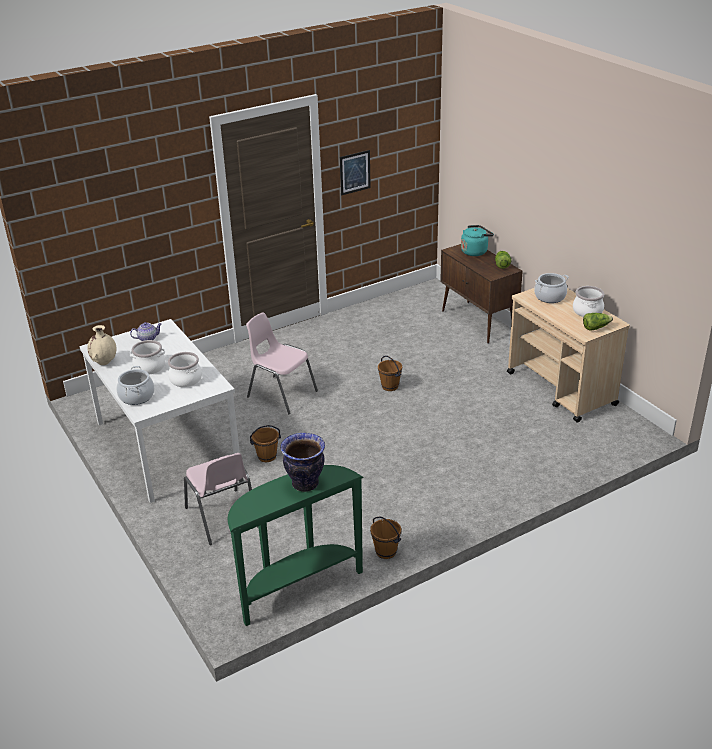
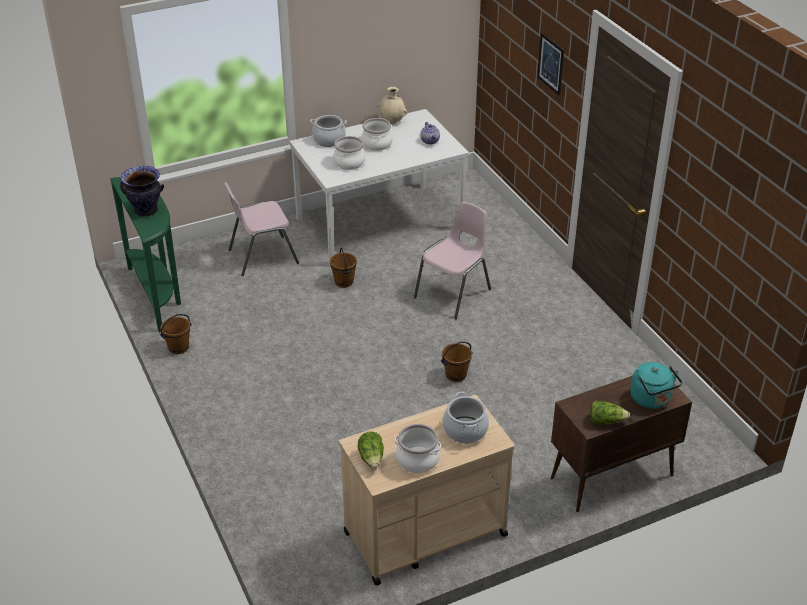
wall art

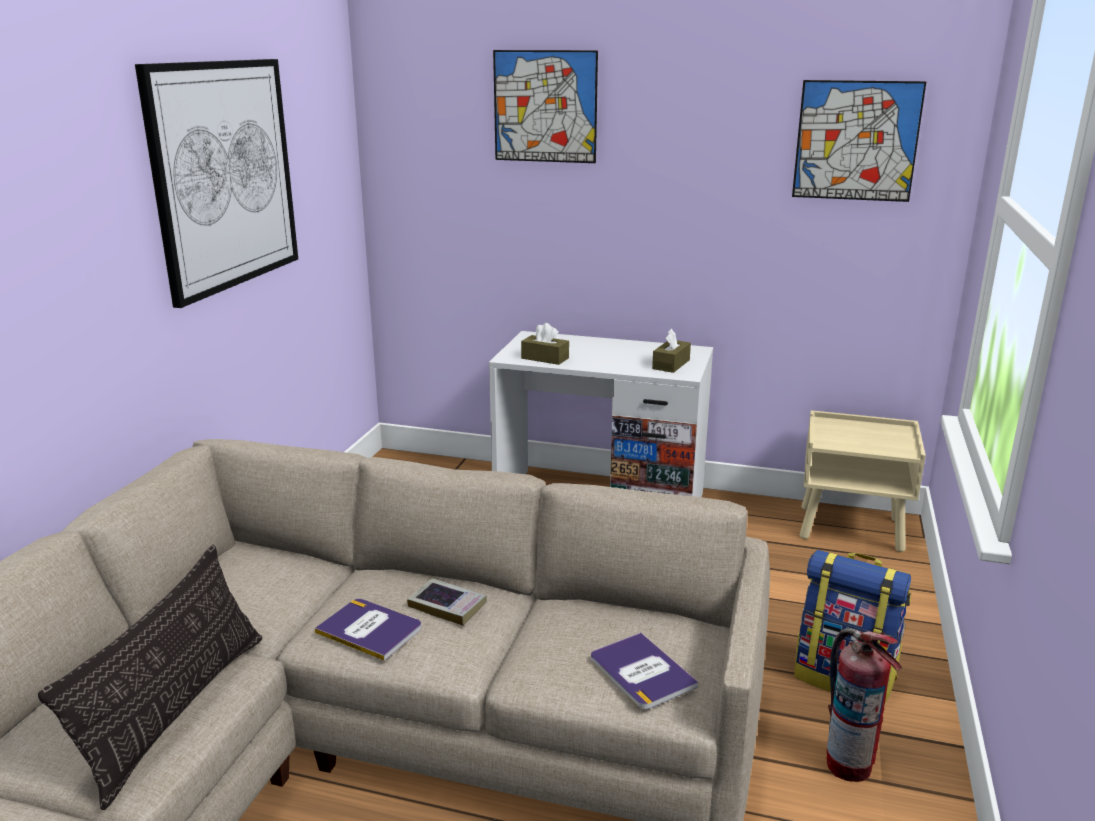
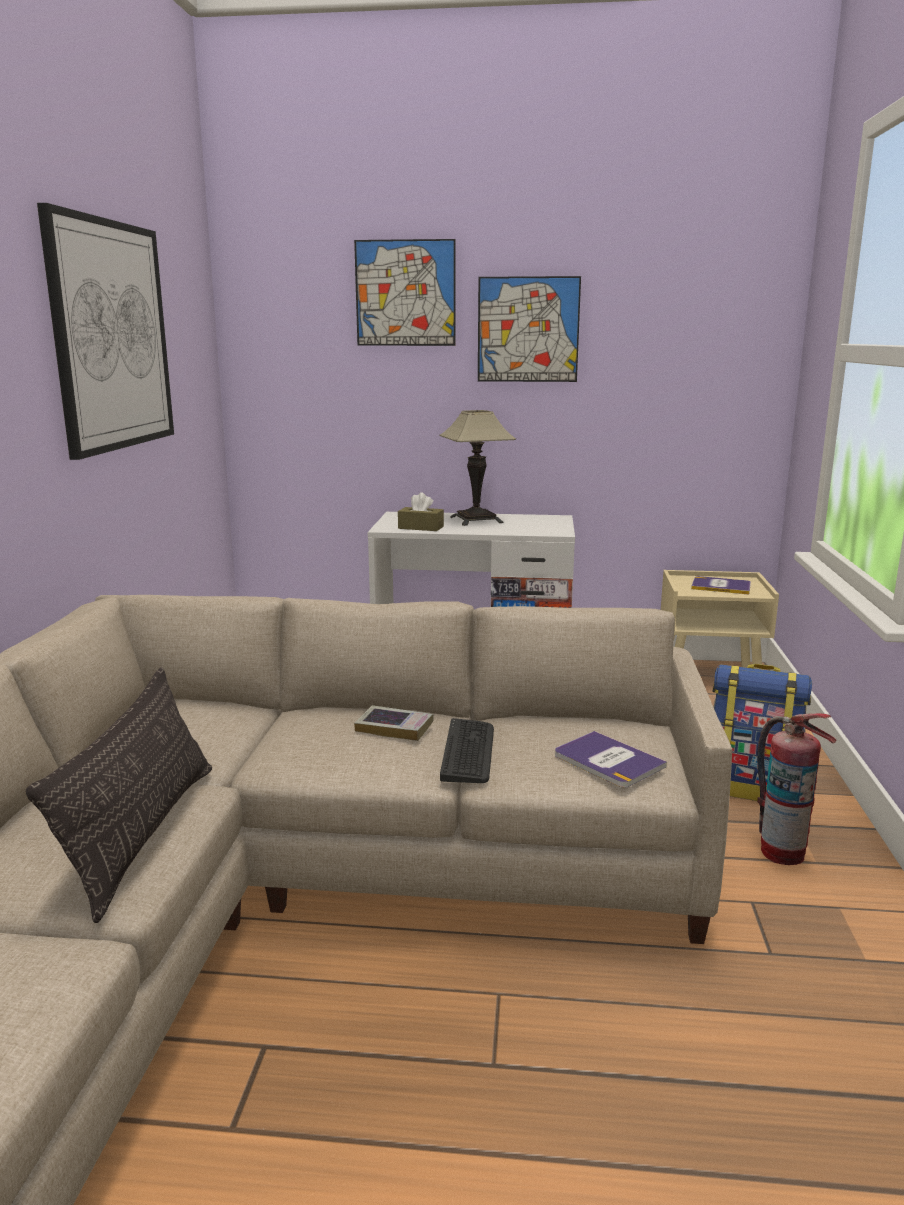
table lamp
PC keyboard
wall art (3rd from left)
bound book (3rd from left)
tissue box/brown-coloured (2nd from left in the first image)

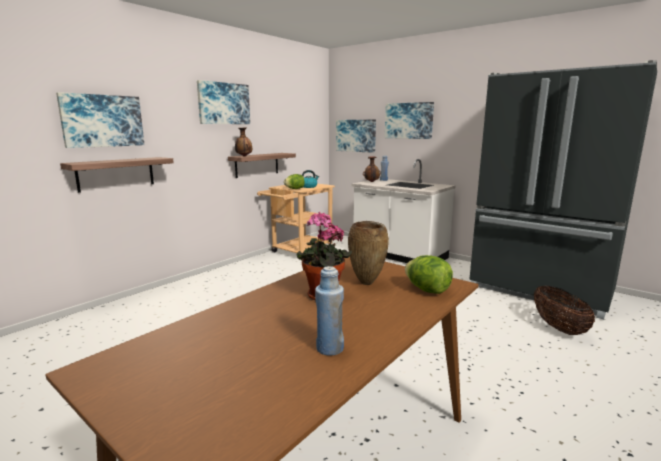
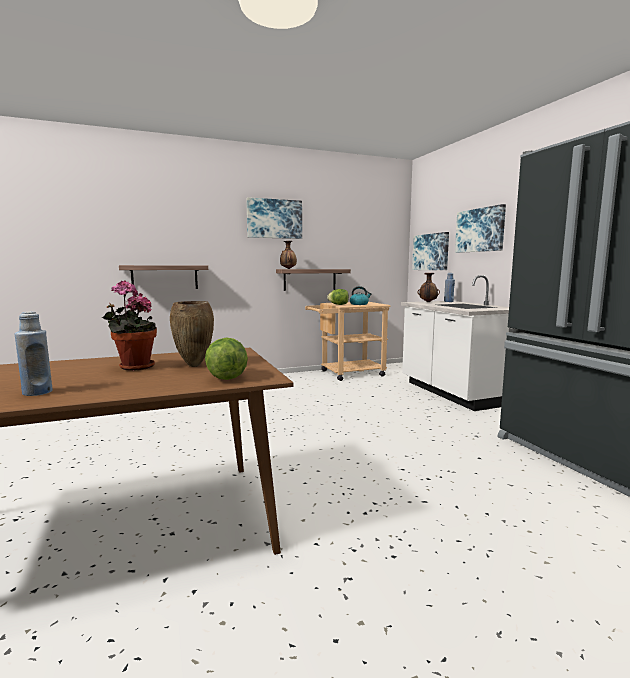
wall art (1st from left in the first image)
household basket

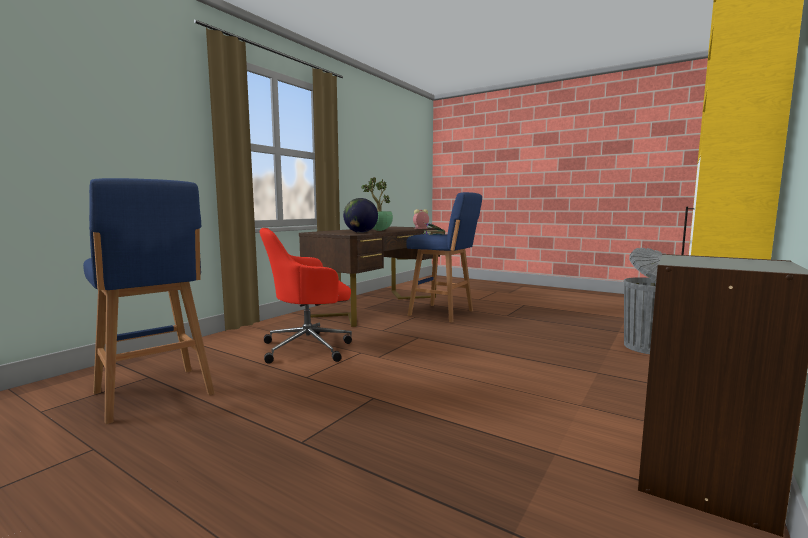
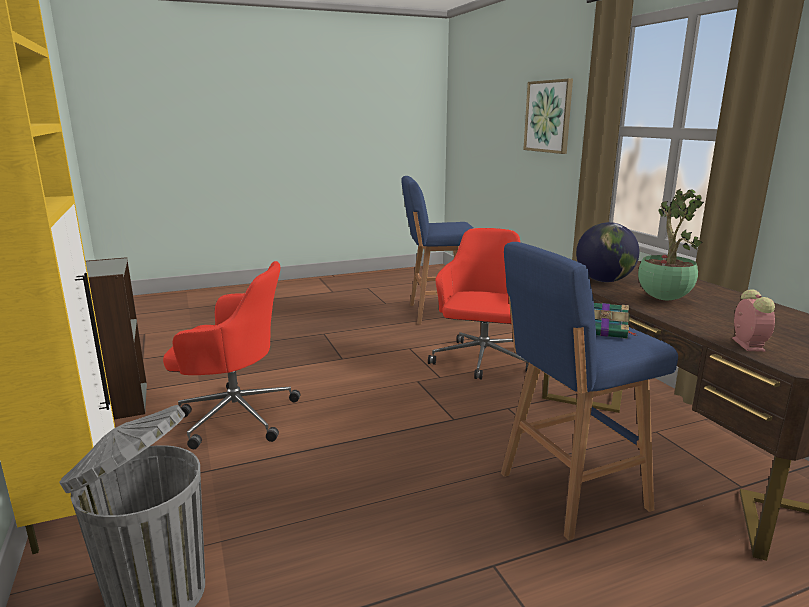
office chair/red (1st from left)
wall art

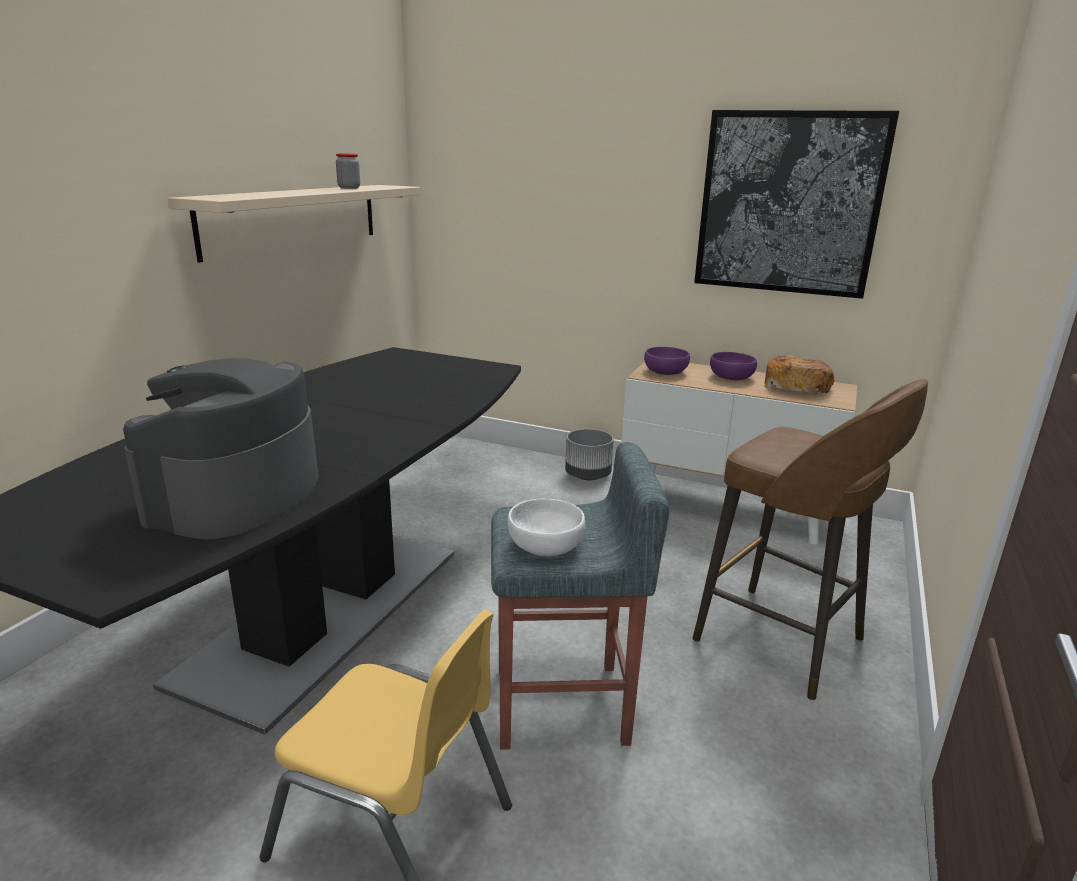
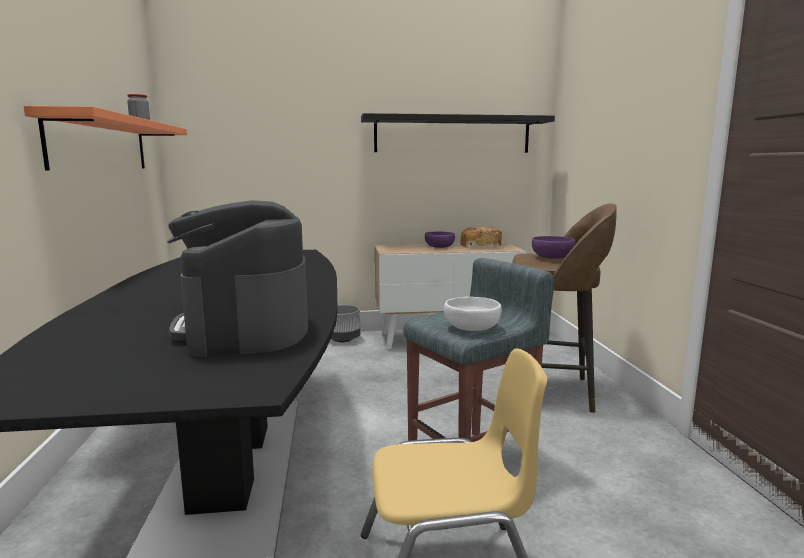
shelf/orange
shelf/blackish
serving bowl/purplish (2nd from left)

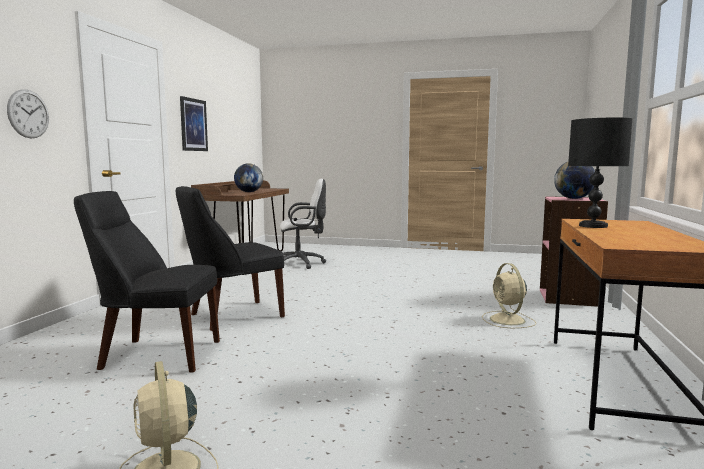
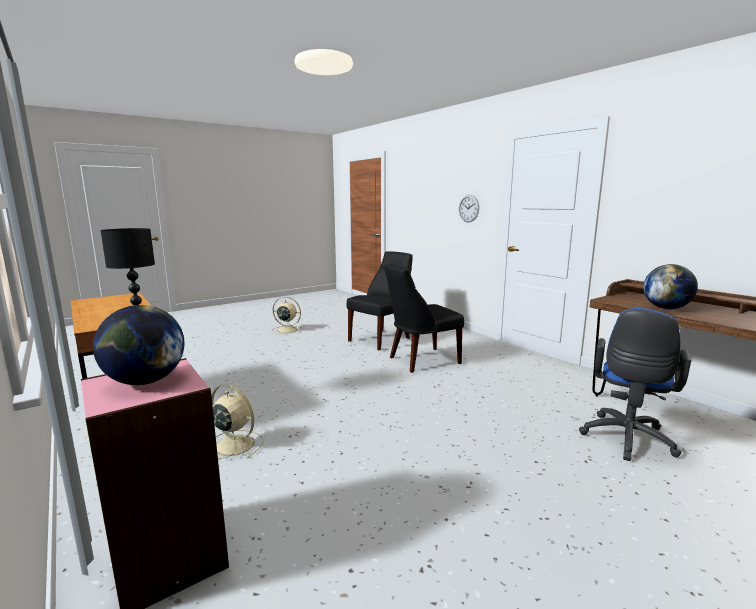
plain chair/blackish (2nd from left)
office chair/blue
wall art

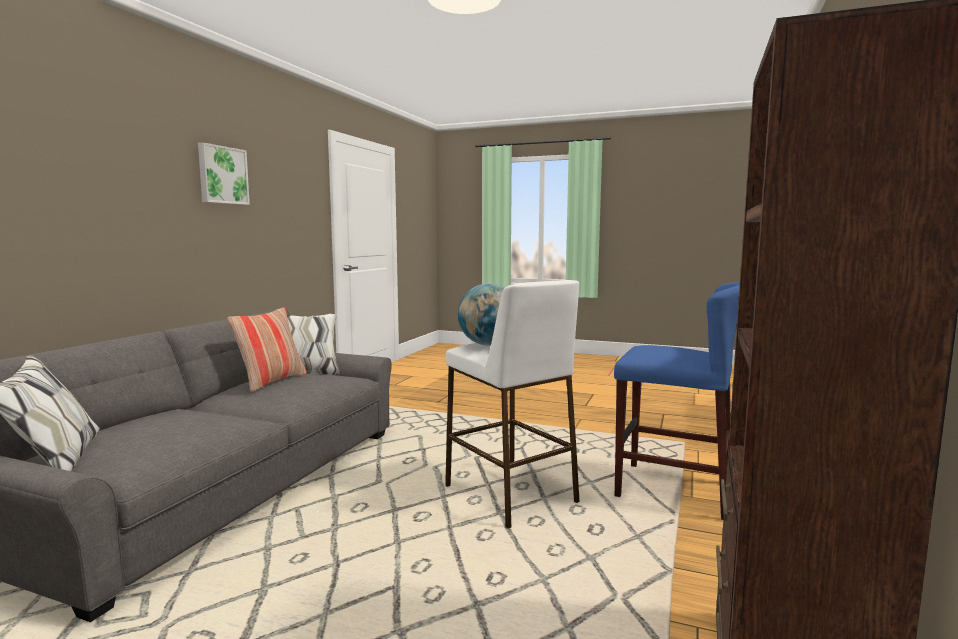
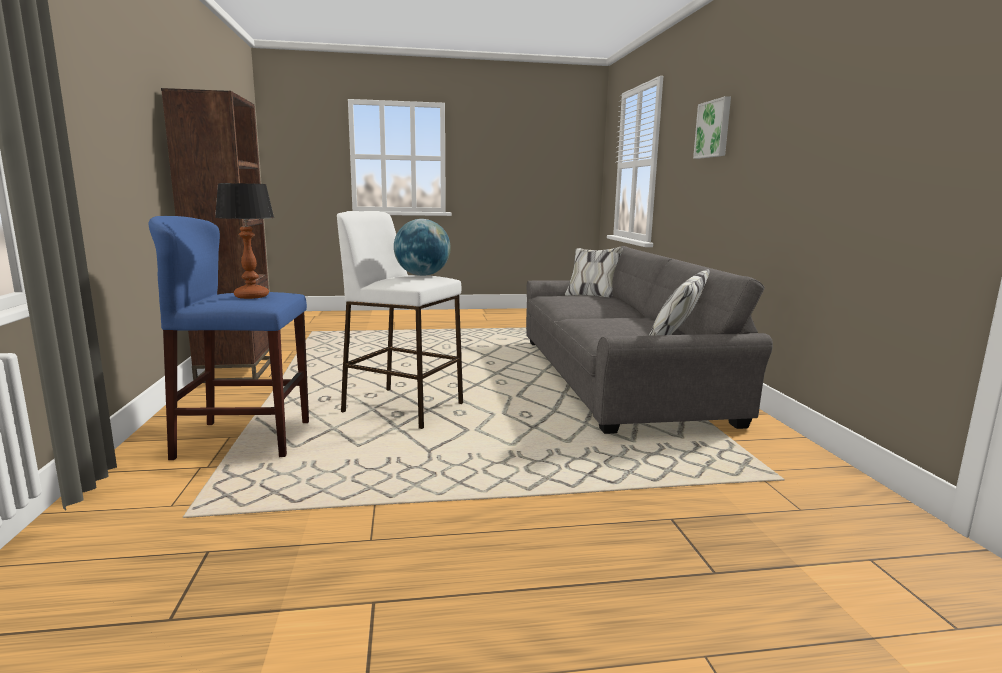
table lamp
wall art
throw pillow

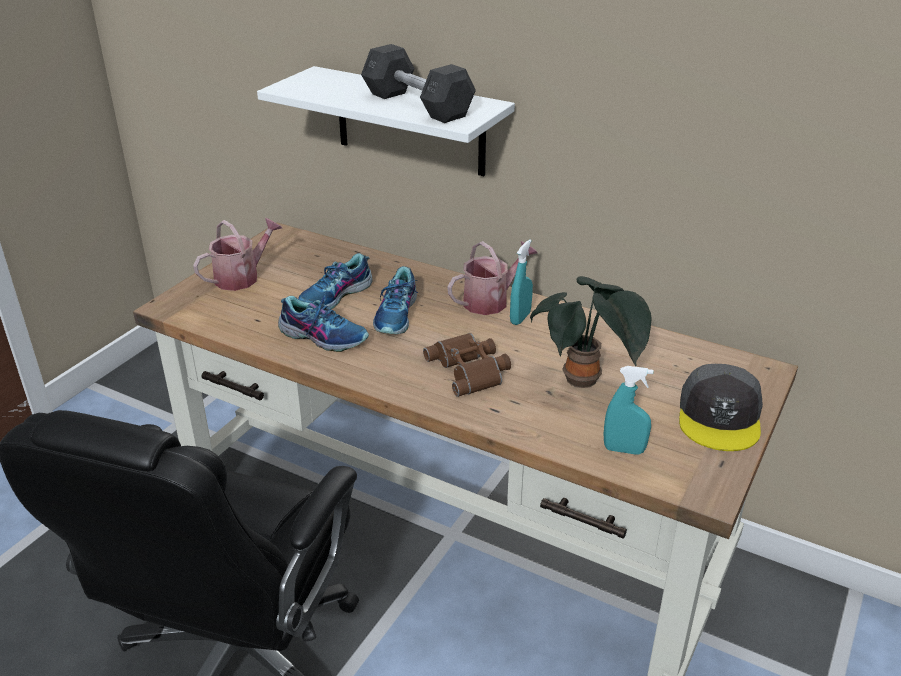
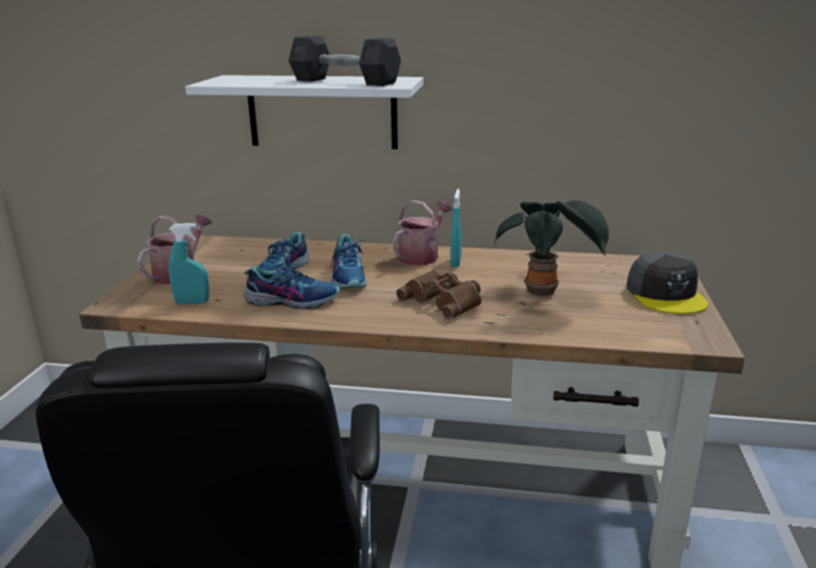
hand sprayer/blue-green (1st from left)

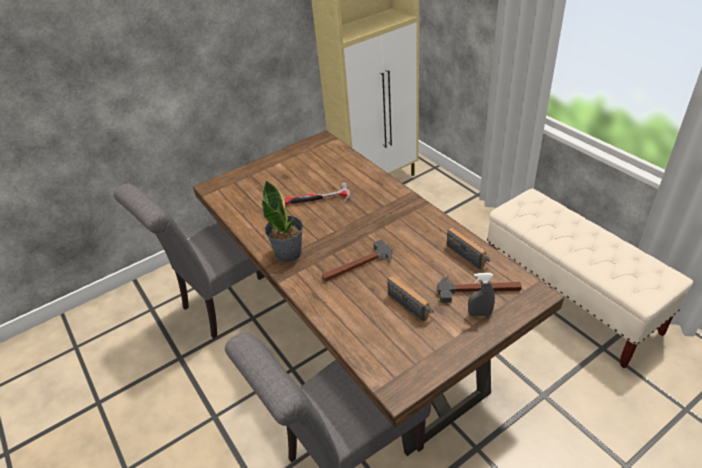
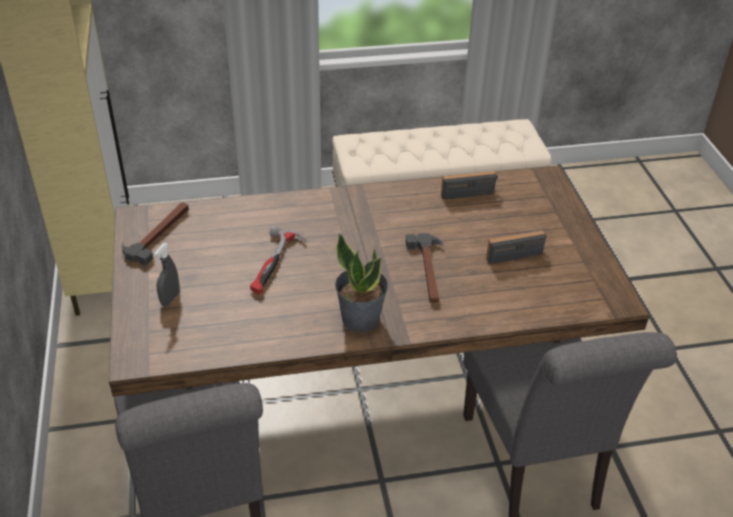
hand hammer (1st from left)
hand sprayer/grey

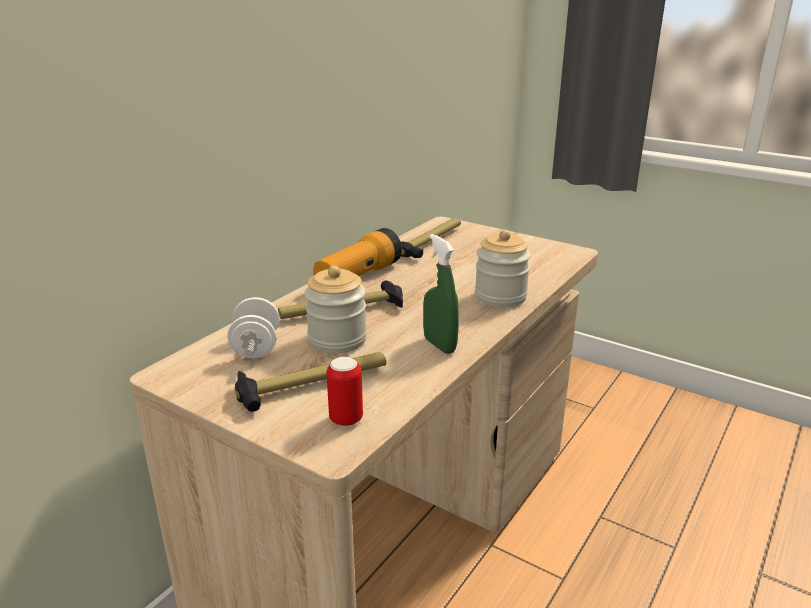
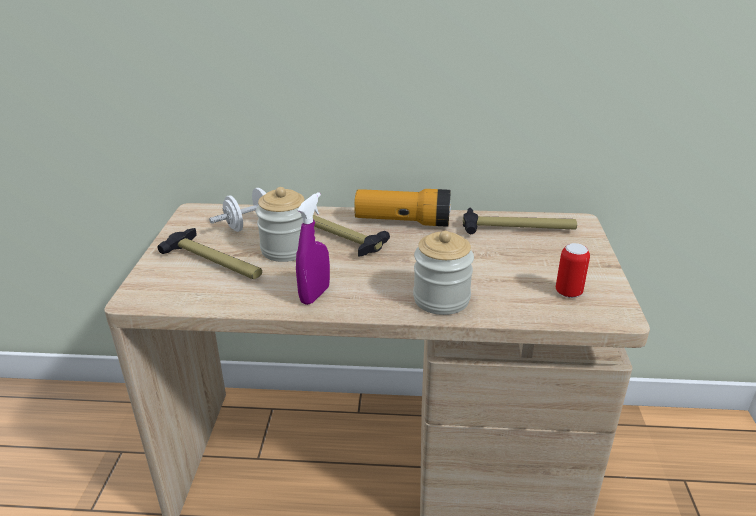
hand sprayer/purplish
can

